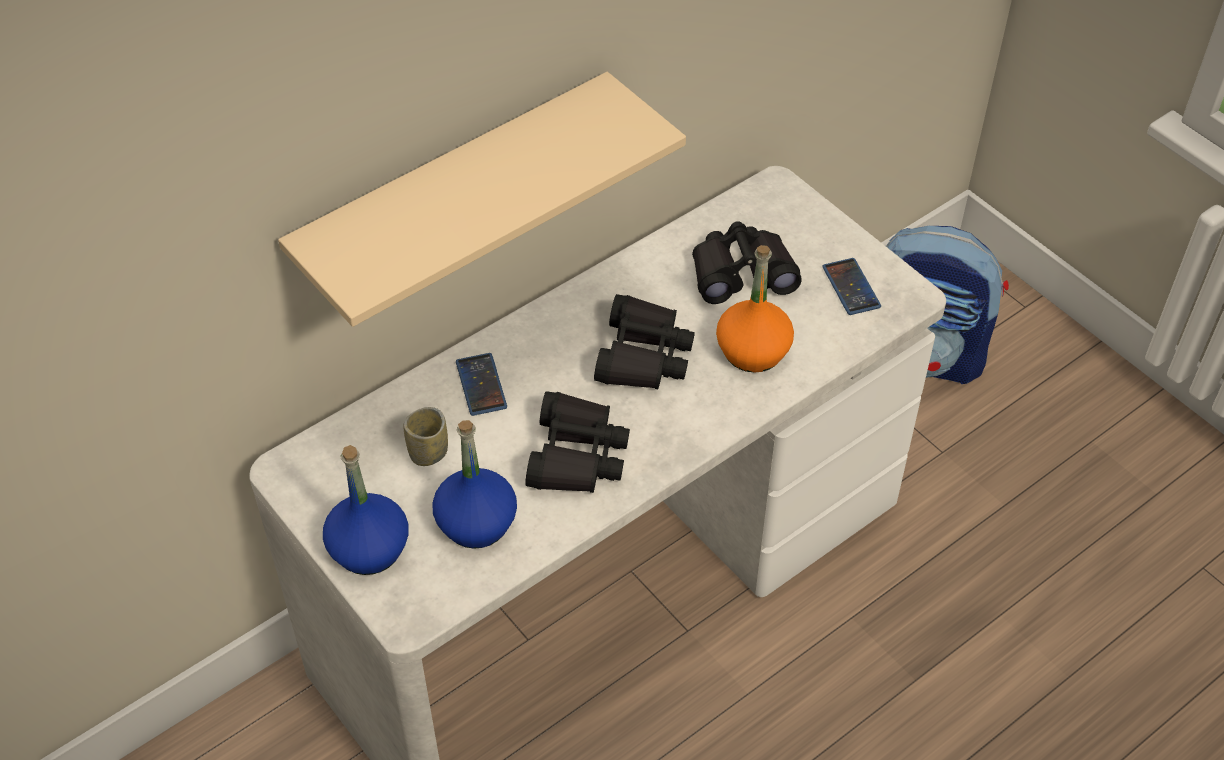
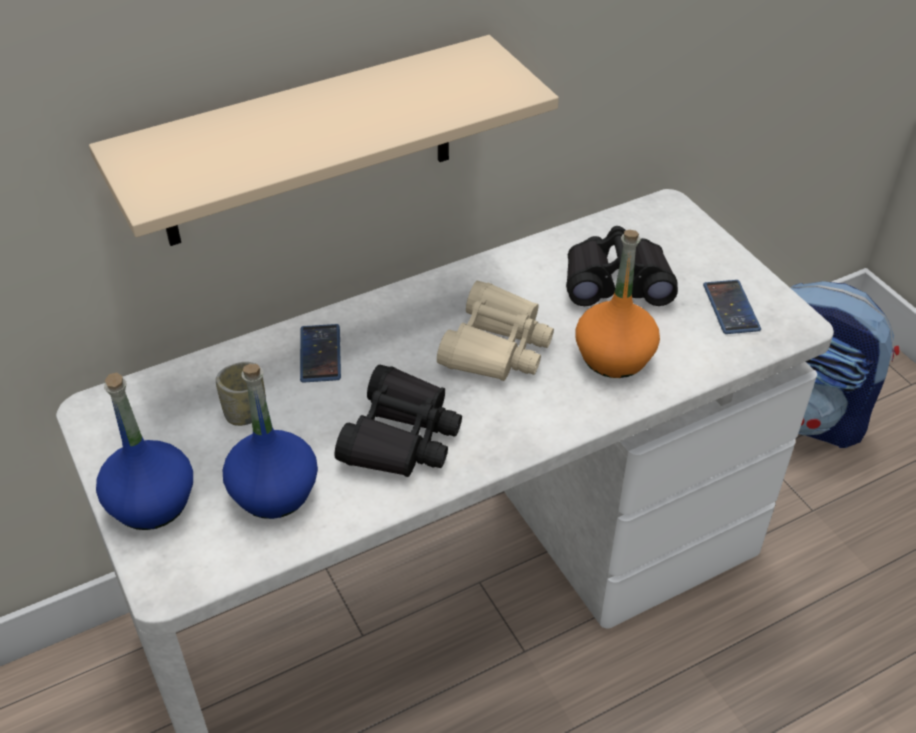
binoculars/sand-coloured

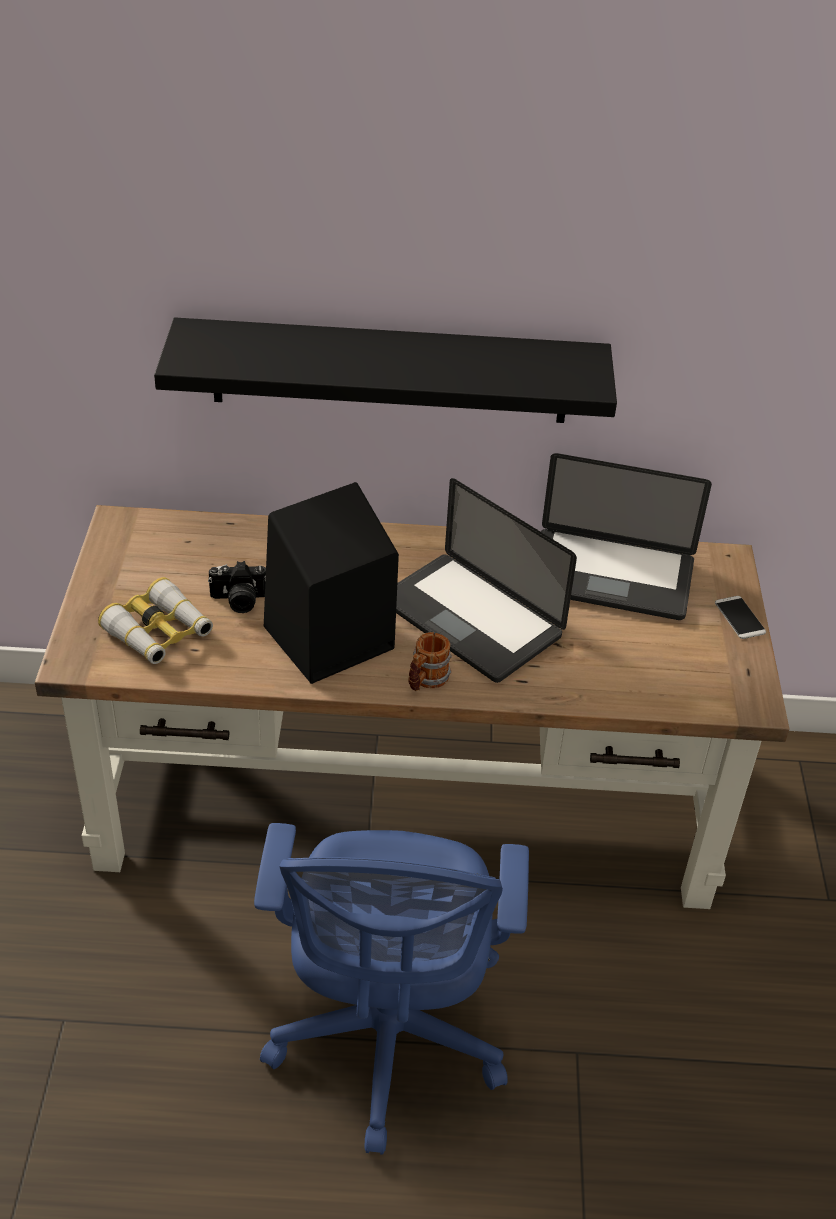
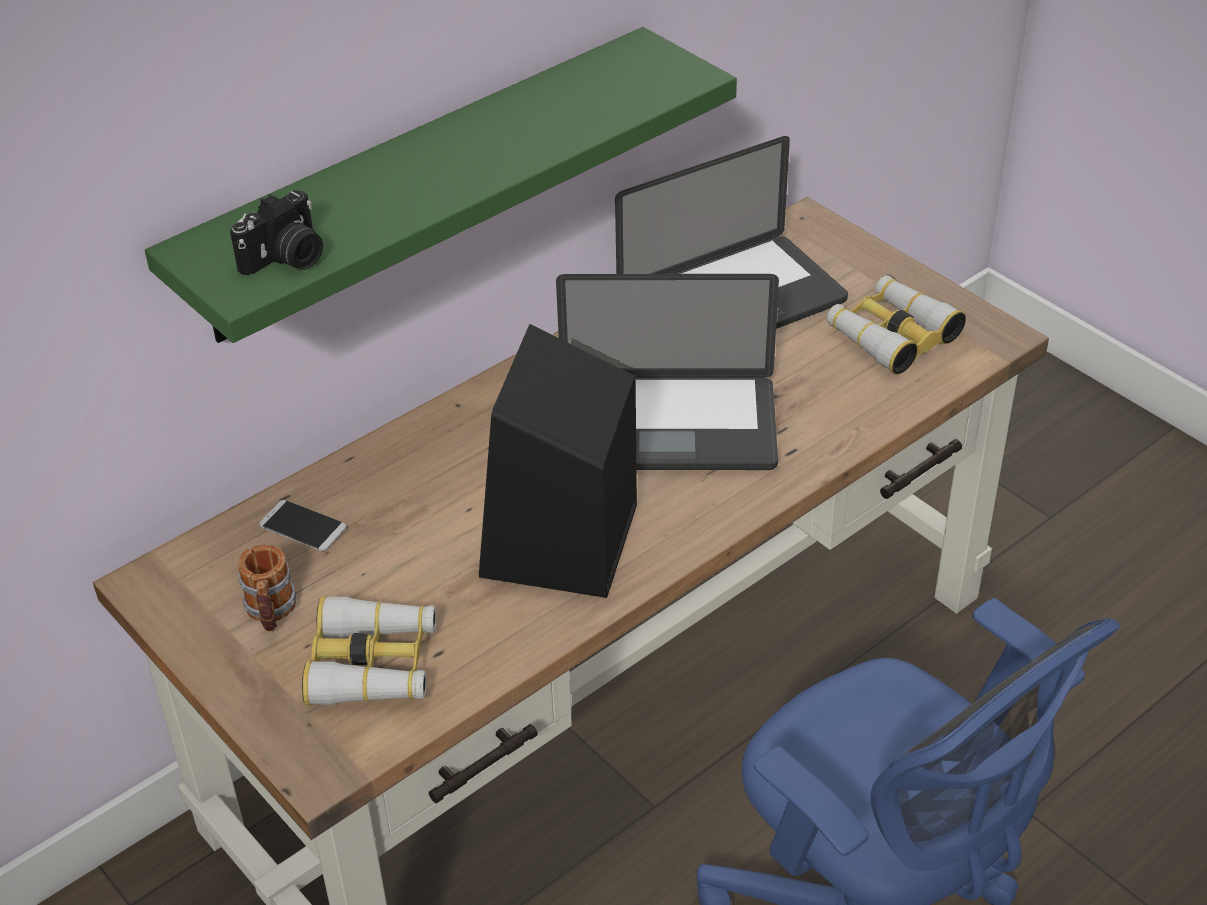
shelf/green-coloured
photo camera
tea mug
telephone
binoculars (2nd from left)

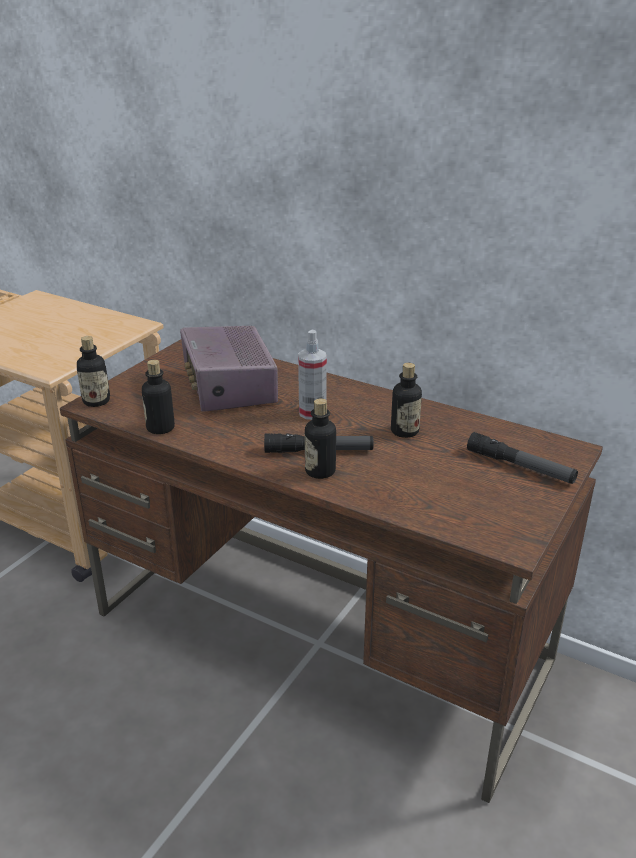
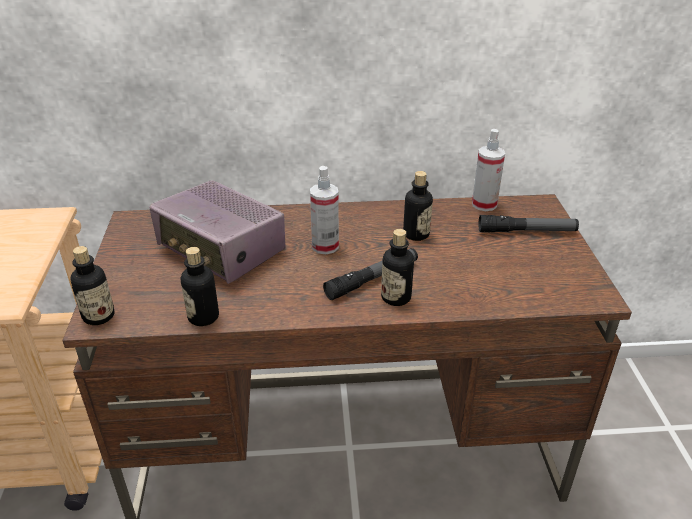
hand sprayer (2nd from left)

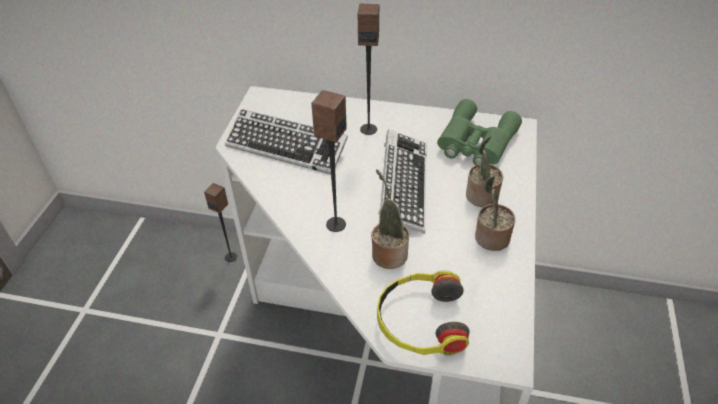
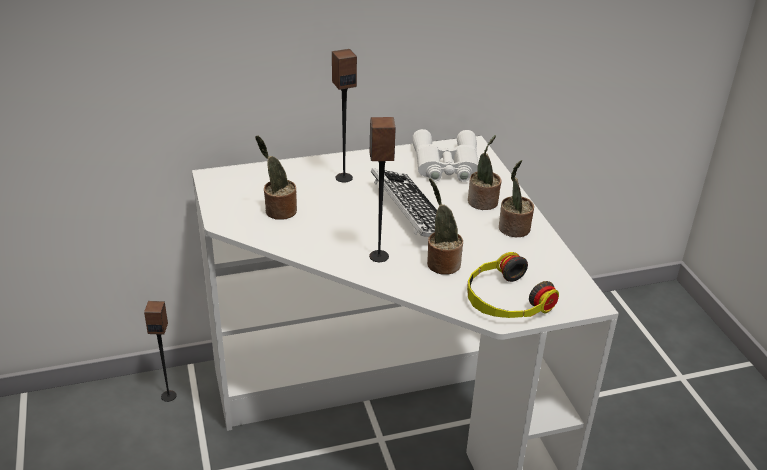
plant in a pot (1st from left)
binoculars/whitish

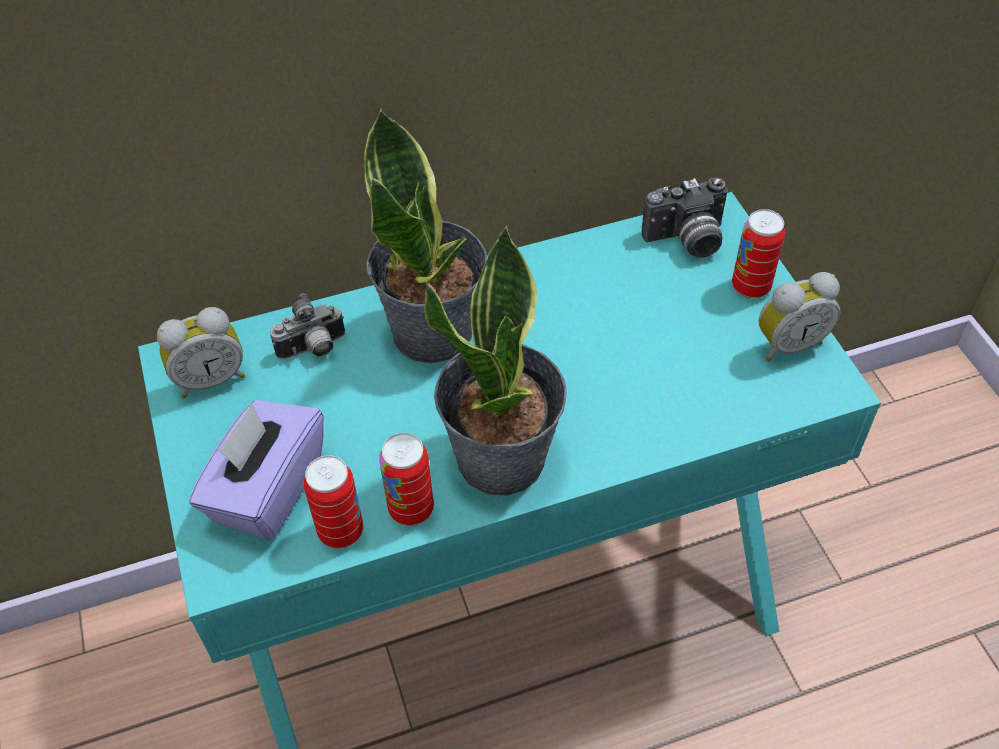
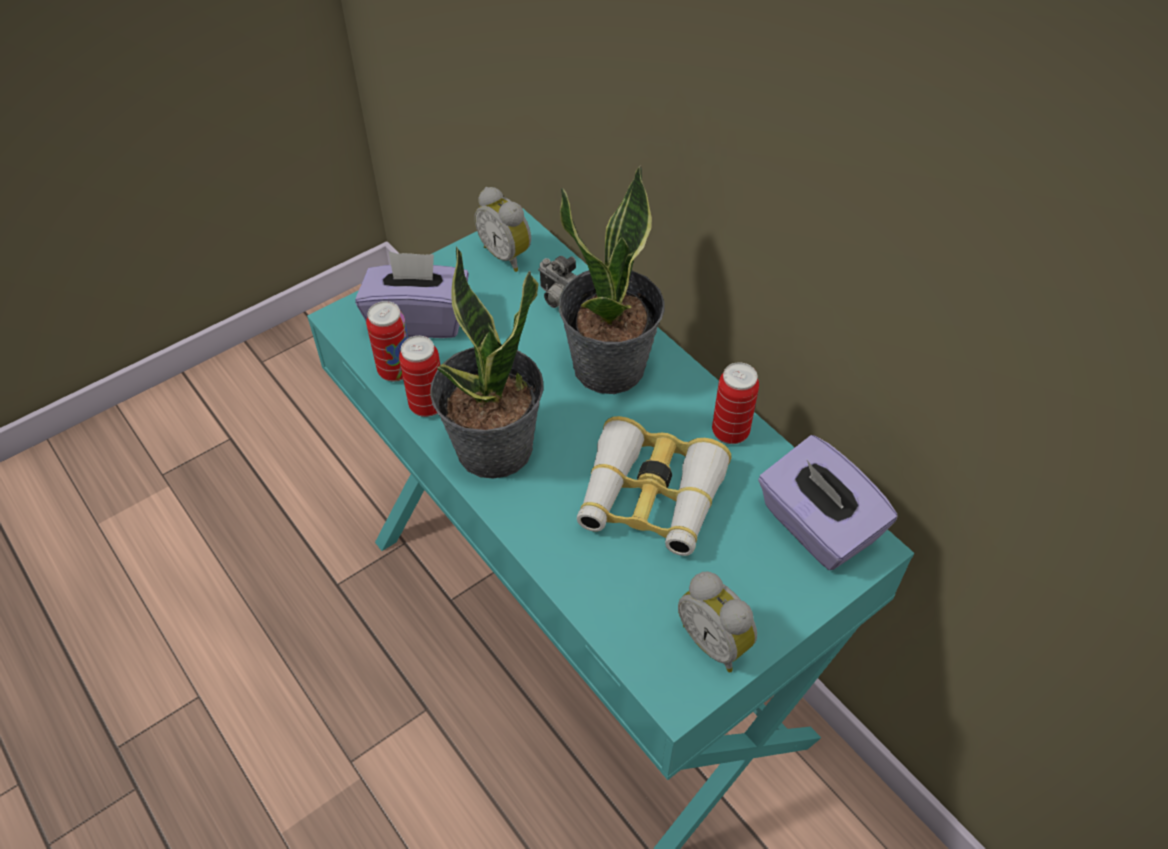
binoculars
can (3rd from left)
tissue box/purplish (2nd from left)

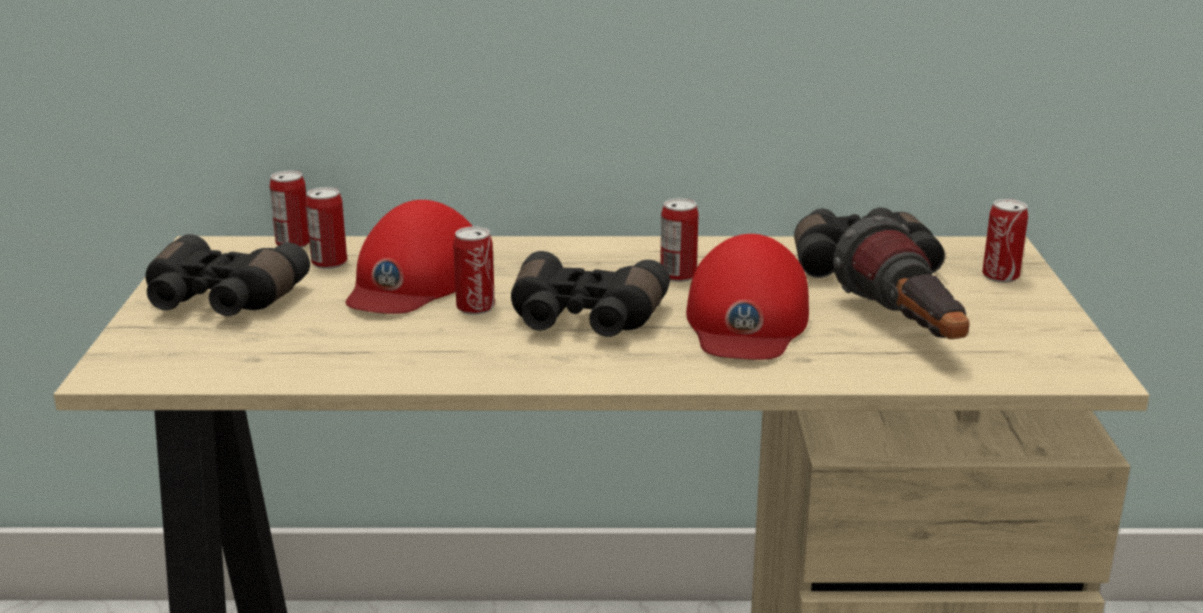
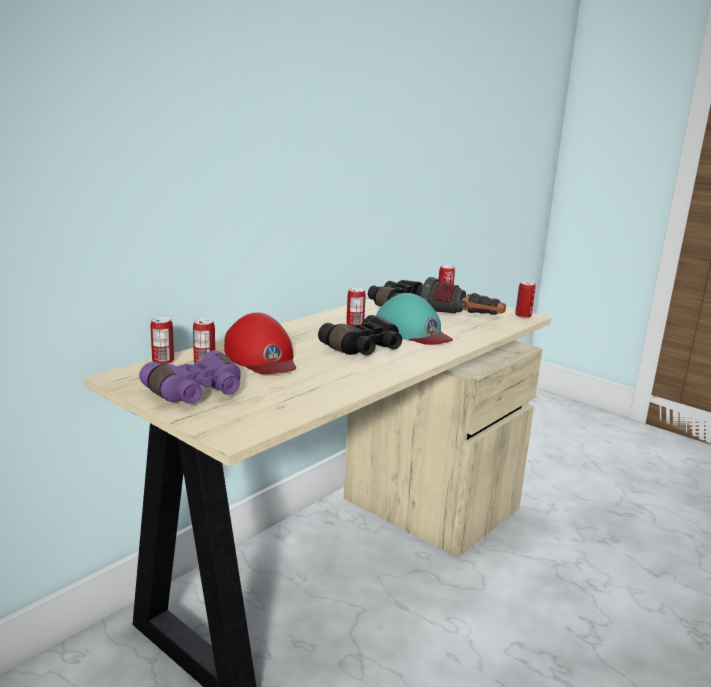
binoculars/purplish
peaked cap/blue-green
can (5th from left)

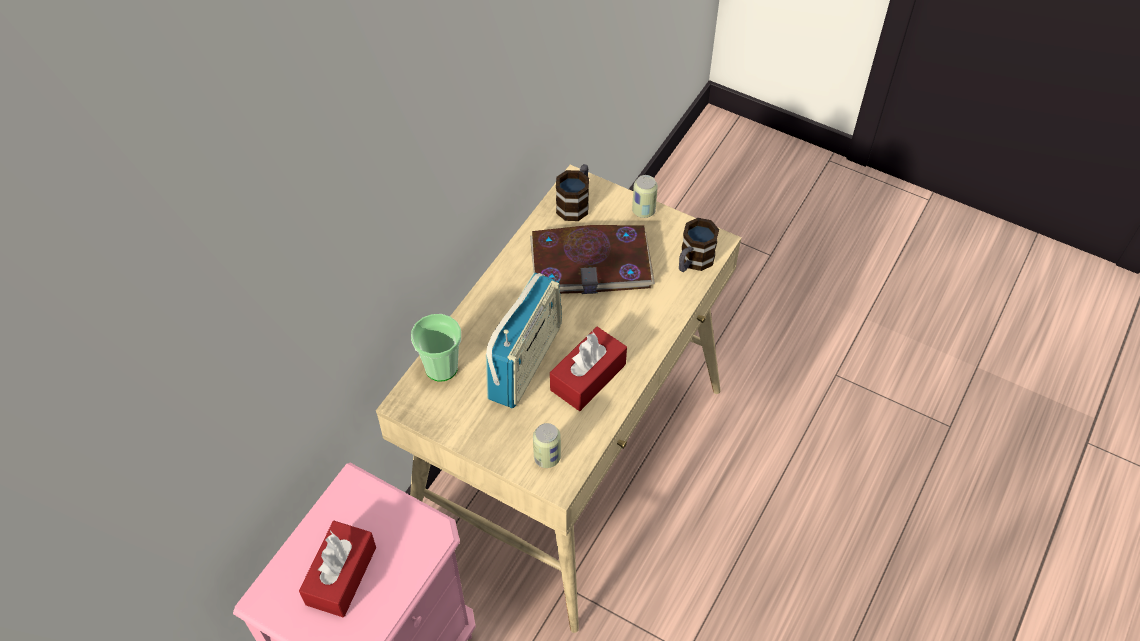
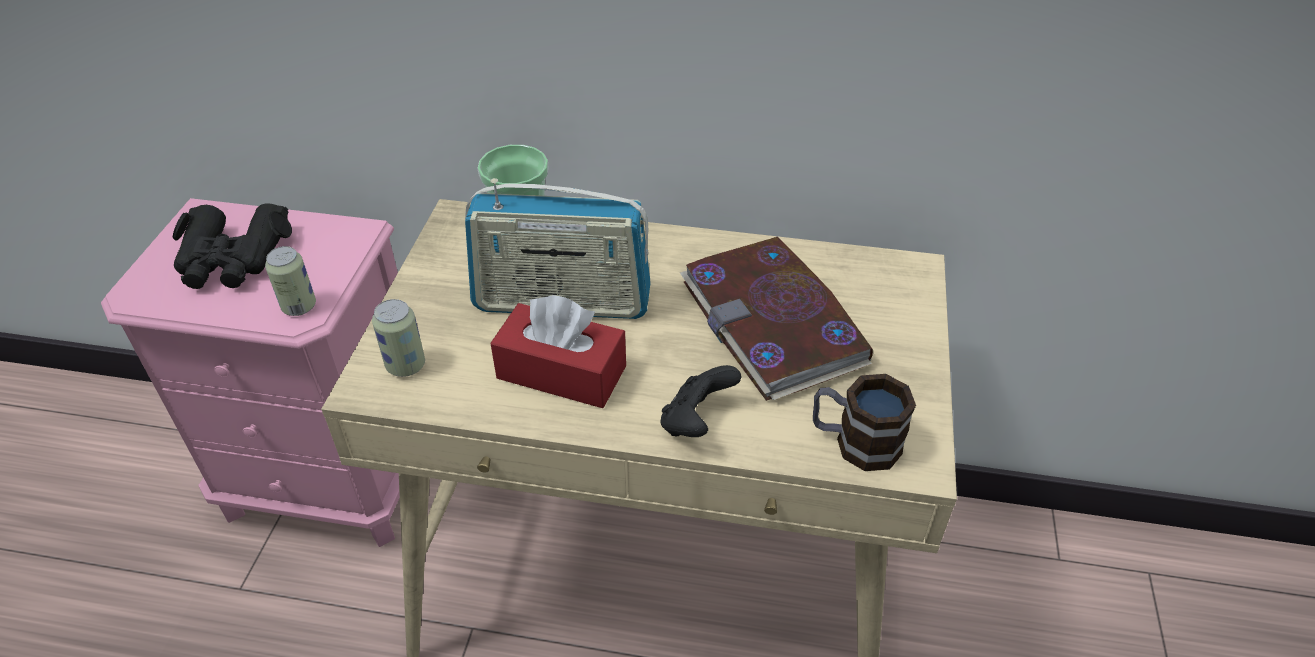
binoculars/blackish
can (1st from left)
gamepad/blackish
tea mug (1st from left in the first image)

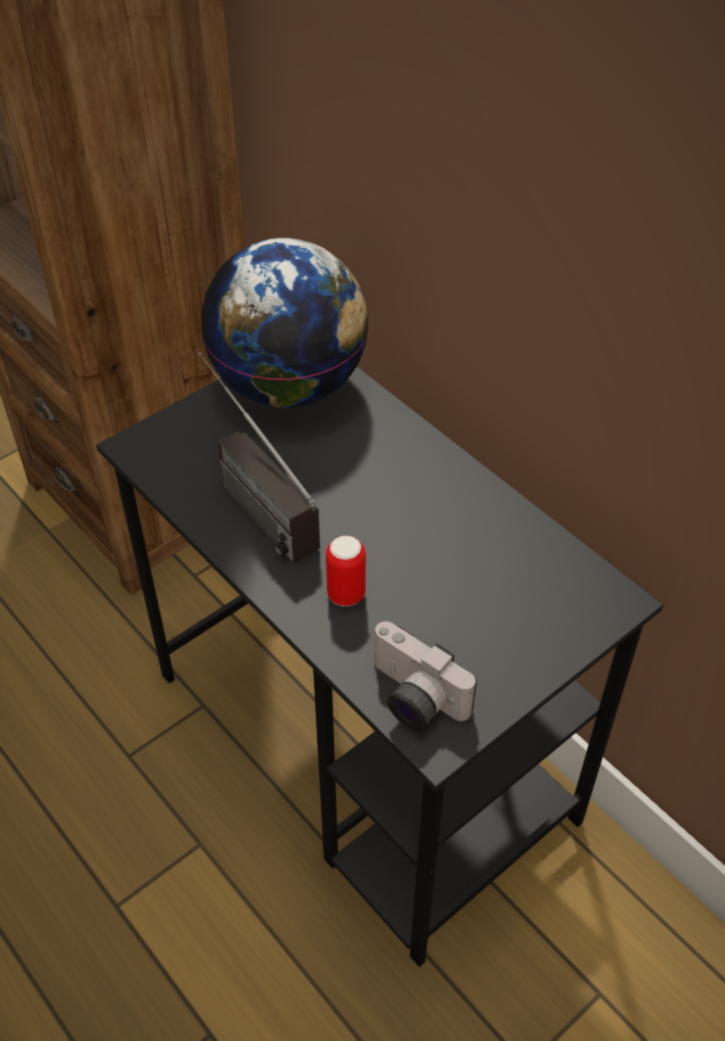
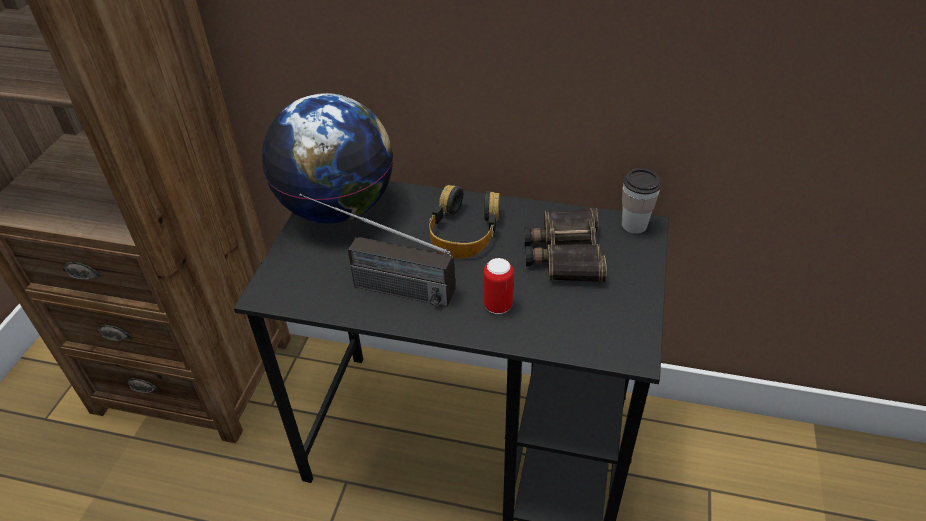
headset
binoculars
small cup
photo camera

